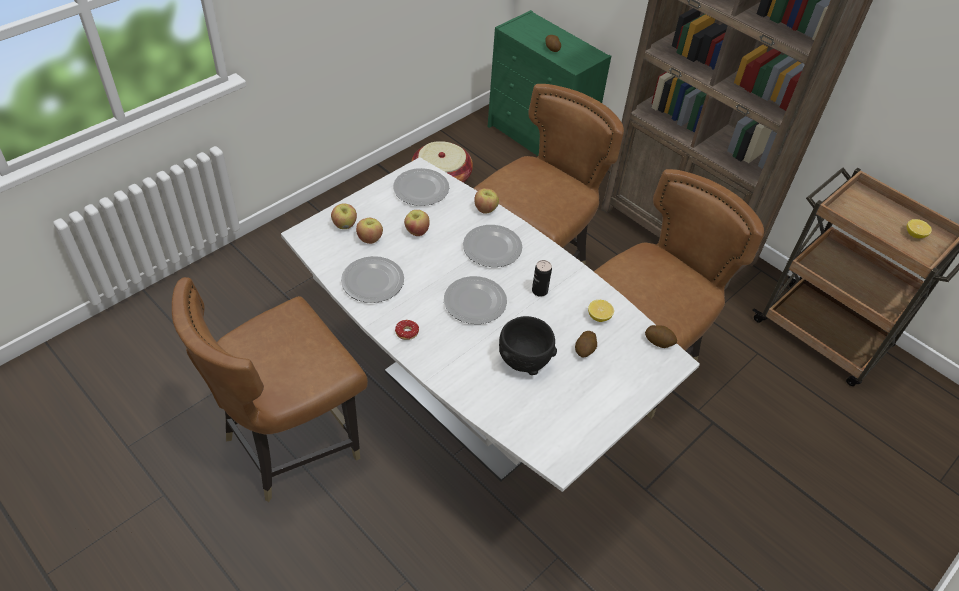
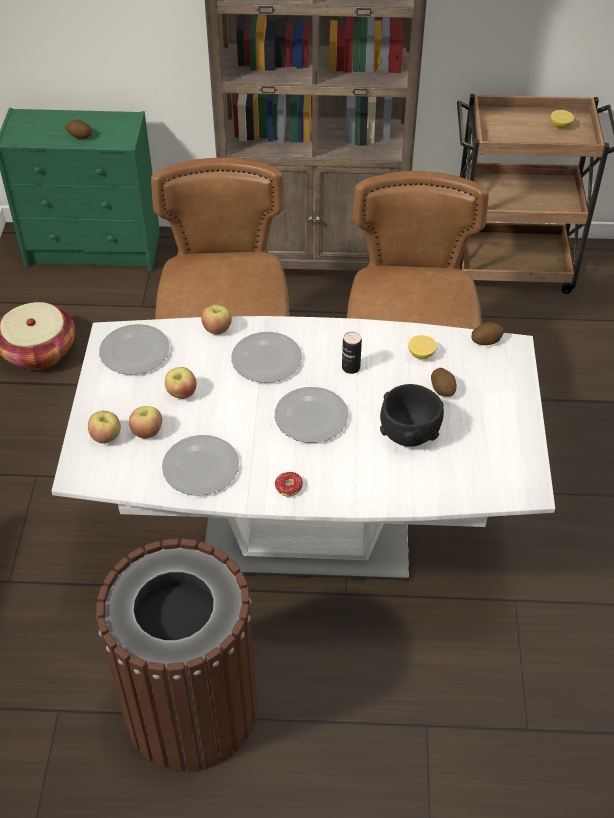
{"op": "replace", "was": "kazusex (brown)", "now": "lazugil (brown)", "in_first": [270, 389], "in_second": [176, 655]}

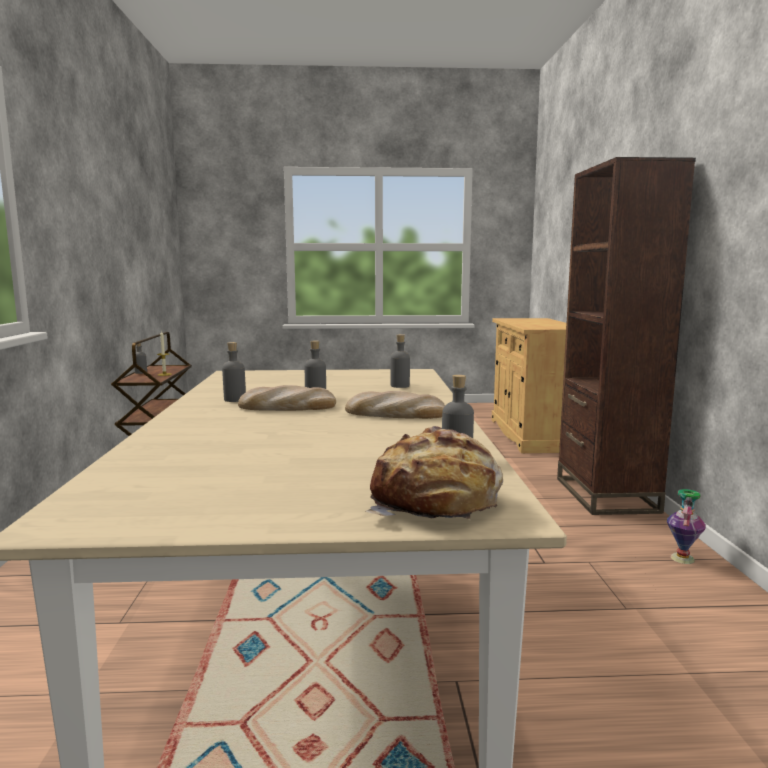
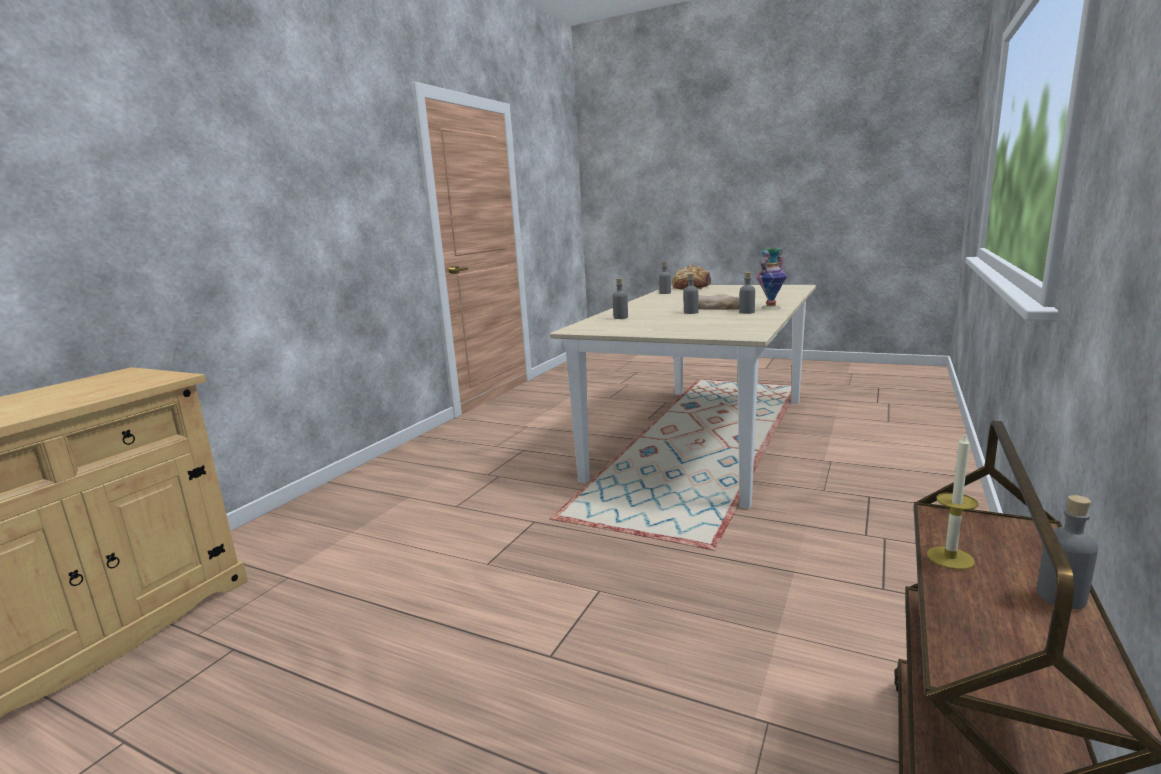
{"op": "delete", "was": "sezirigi", "in_first": [395, 405]}
{"op": "delete", "was": "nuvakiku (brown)", "in_first": [626, 336]}
{"op": "move", "was": "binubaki", "in_first": [686, 526], "in_second": [771, 279]}

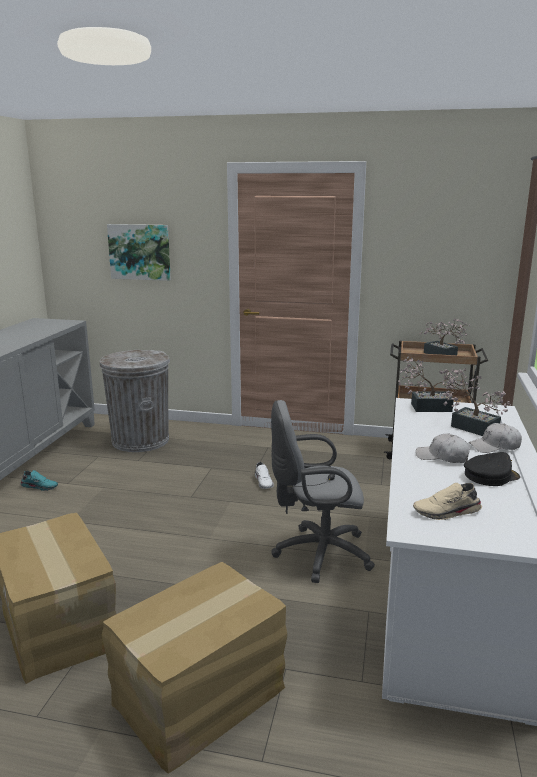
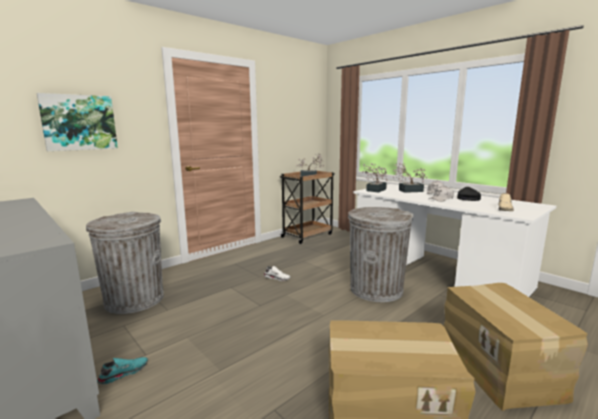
{"op": "replace", "was": "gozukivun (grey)", "now": "lazugil (grey)", "in_first": [323, 491], "in_second": [381, 254]}

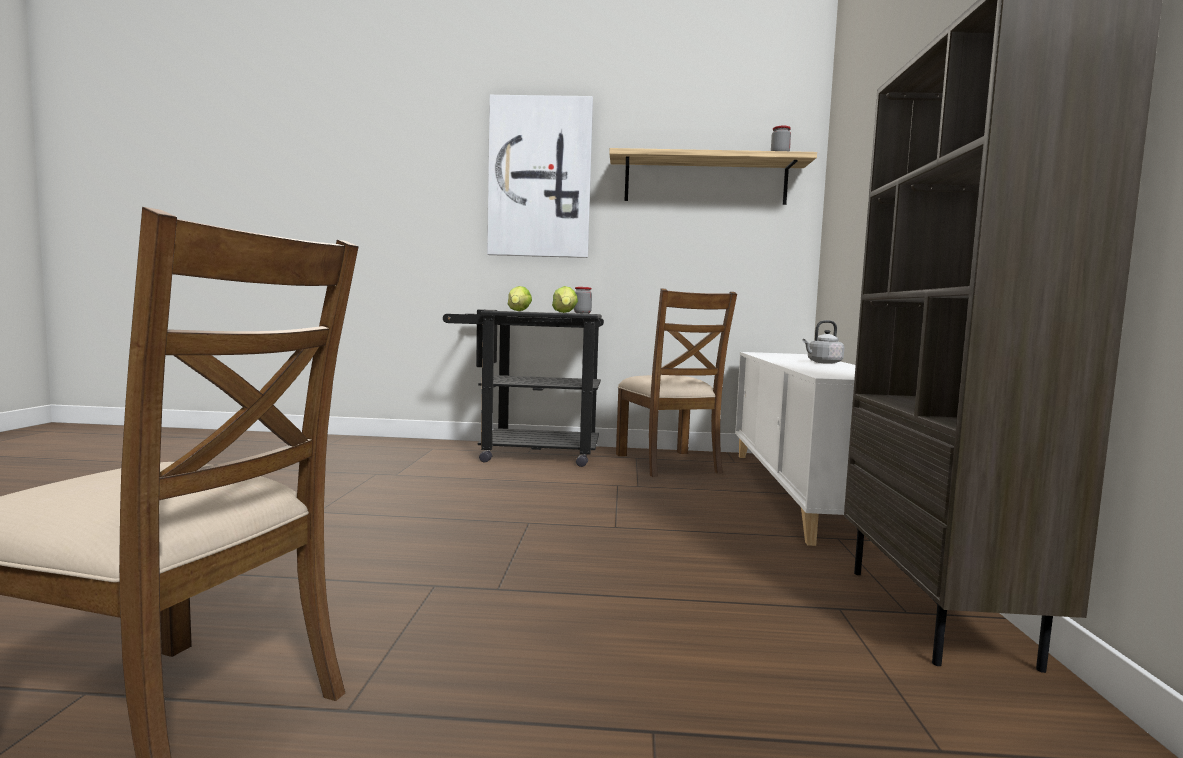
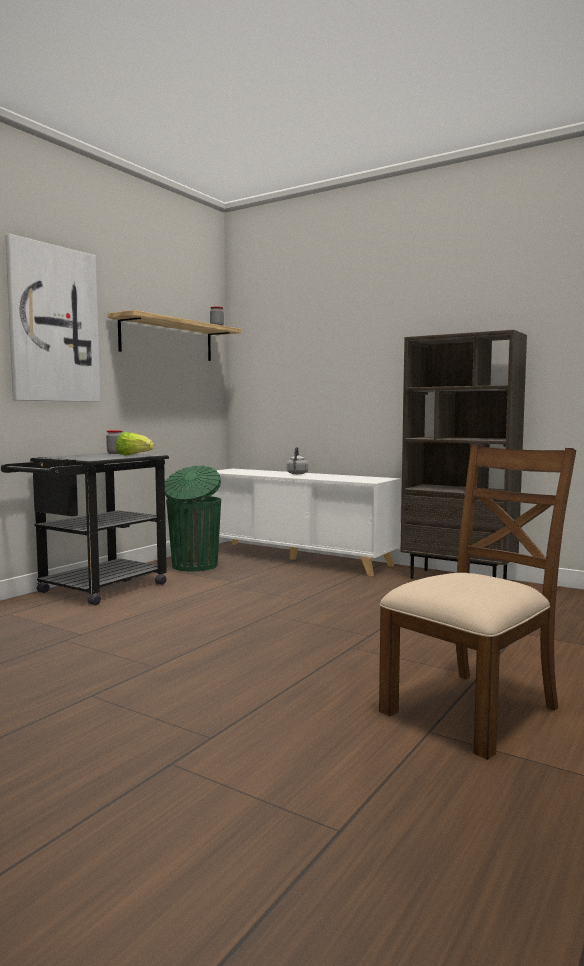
{"op": "delete", "was": "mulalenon", "in_first": [520, 298]}
{"op": "replace", "was": "kazusex (brown)", "now": "lazugil (green)", "in_first": [676, 383], "in_second": [193, 518]}

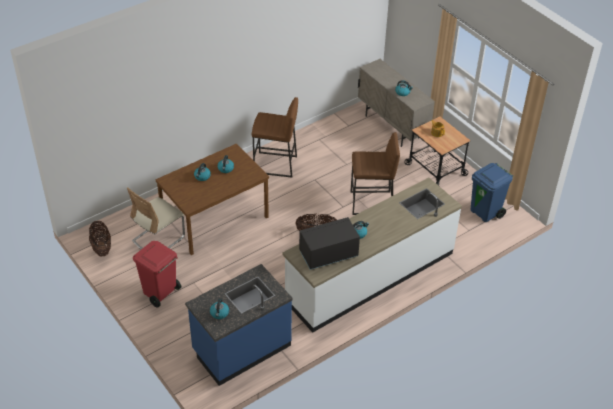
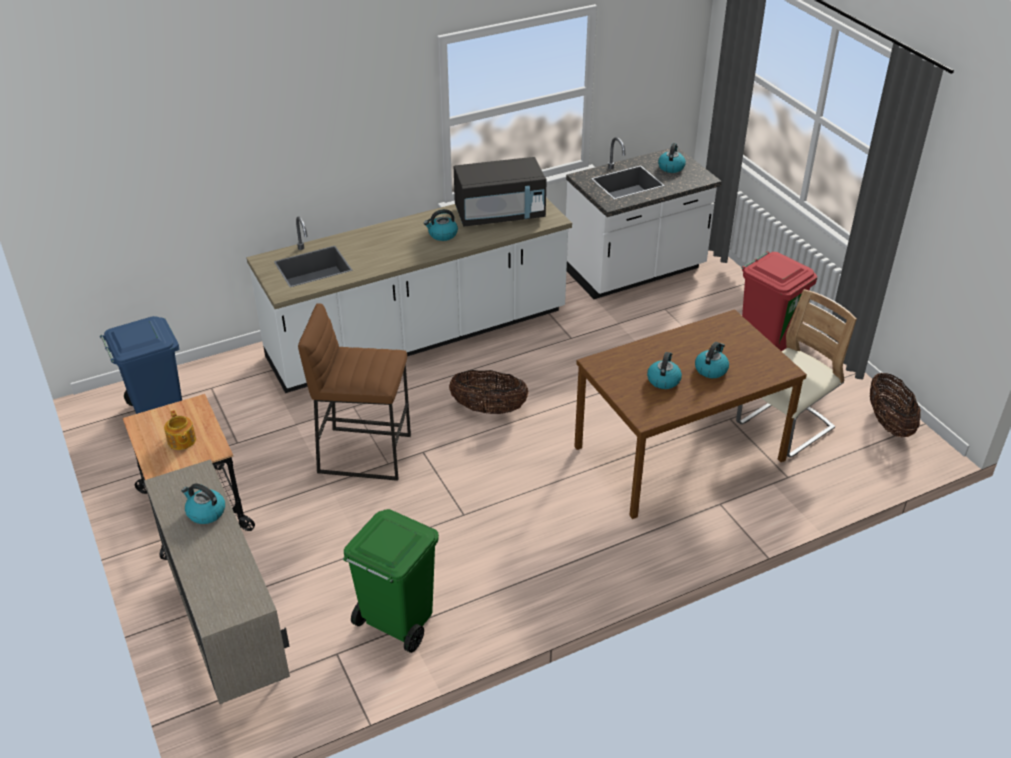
{"op": "recolor", "was": "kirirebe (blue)", "now": "kirirebe (white)", "in_first": [239, 325], "in_second": [644, 218]}
{"op": "delete", "was": "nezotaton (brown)", "in_first": [274, 137]}
{"op": "insert", "now": "lazugil (green)", "in_second": [391, 581]}

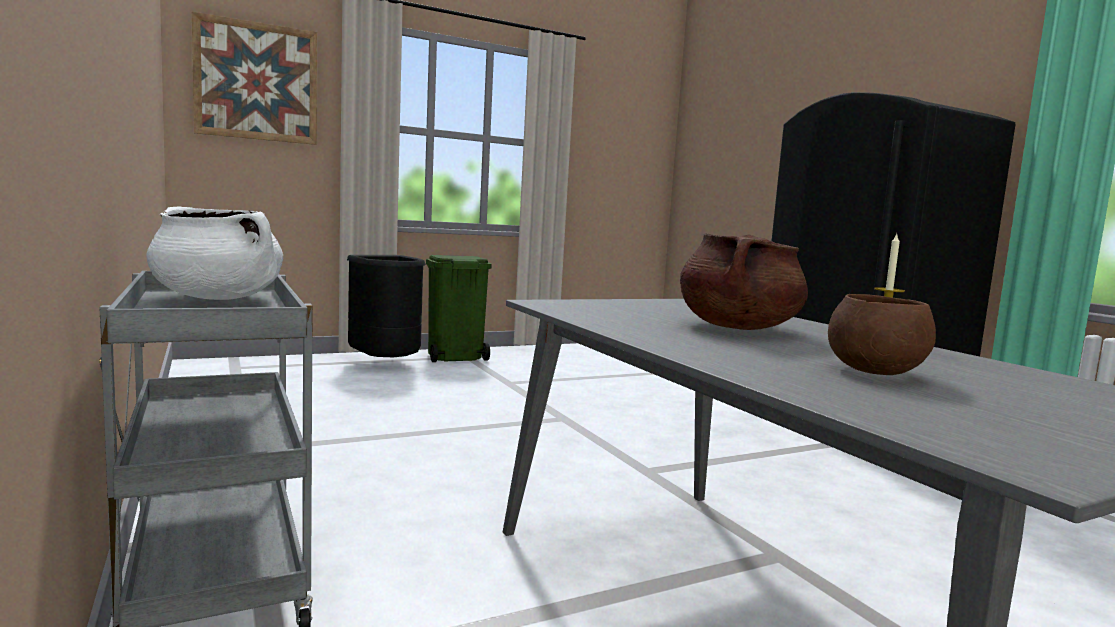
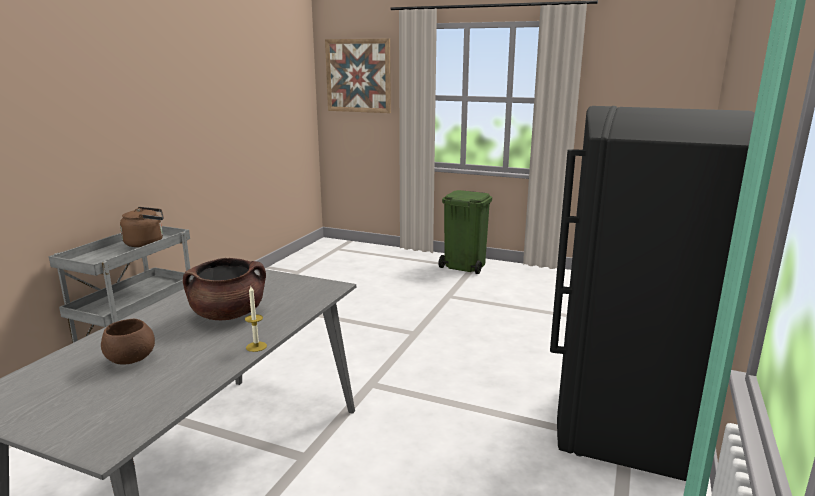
{"op": "replace", "was": "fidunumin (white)", "now": "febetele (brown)", "in_first": [214, 253], "in_second": [142, 227]}
{"op": "delete", "was": "lazugil (black)", "in_first": [386, 306]}

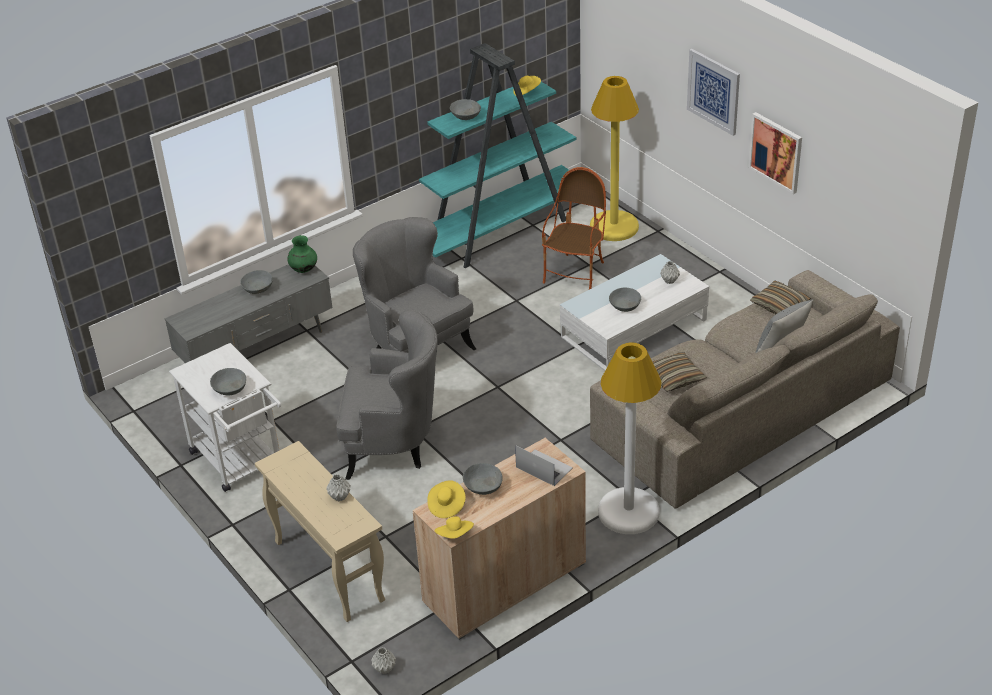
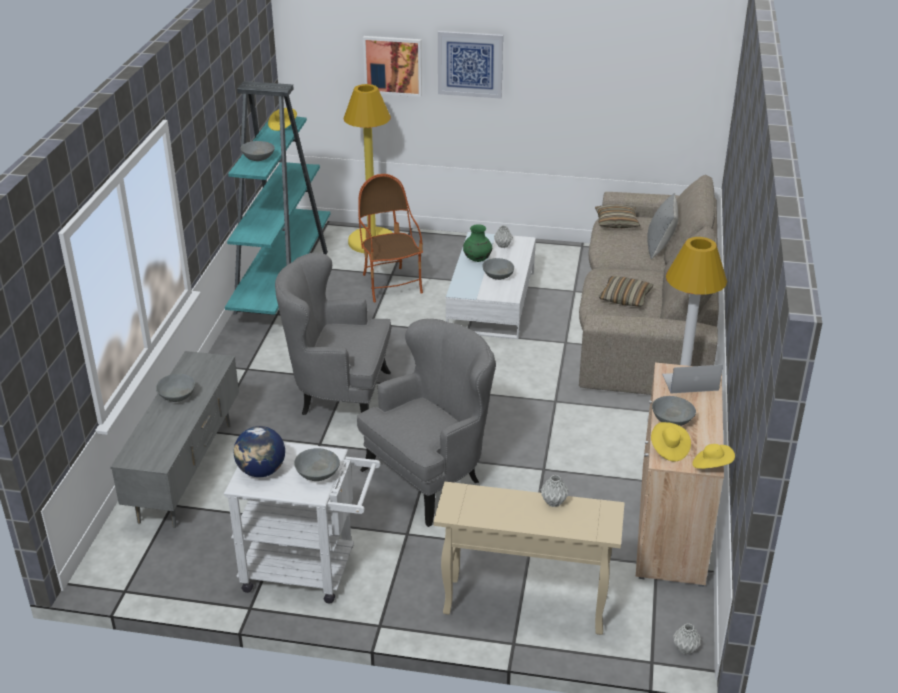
{"op": "move", "was": "binubaki (green)", "in_first": [302, 254], "in_second": [477, 243]}
{"op": "move", "was": "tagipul", "in_first": [775, 153], "in_second": [392, 66]}
{"op": "insert", "now": "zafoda", "in_second": [259, 451]}

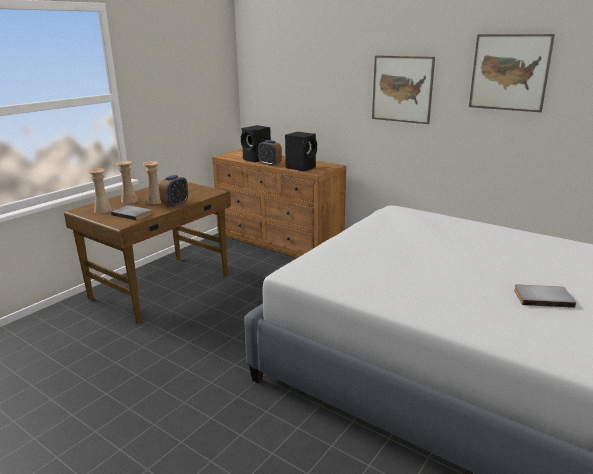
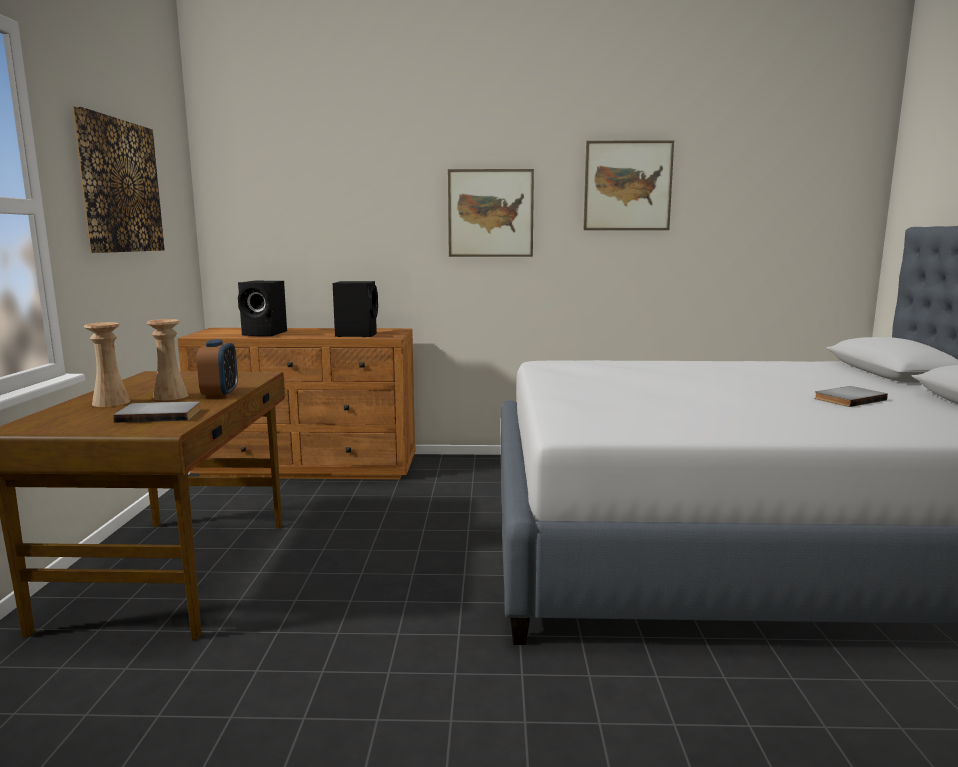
{"op": "delete", "was": "binubaki (beige)", "in_first": [100, 191]}
{"op": "delete", "was": "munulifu", "in_first": [270, 153]}
{"op": "insert", "now": "tagipul", "in_second": [118, 180]}

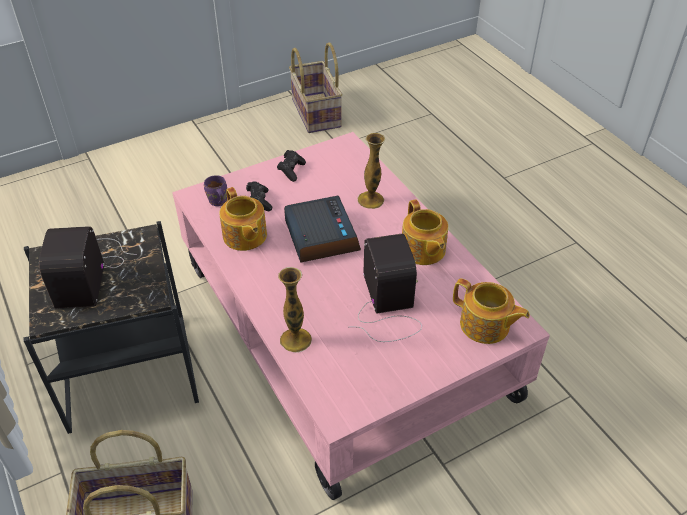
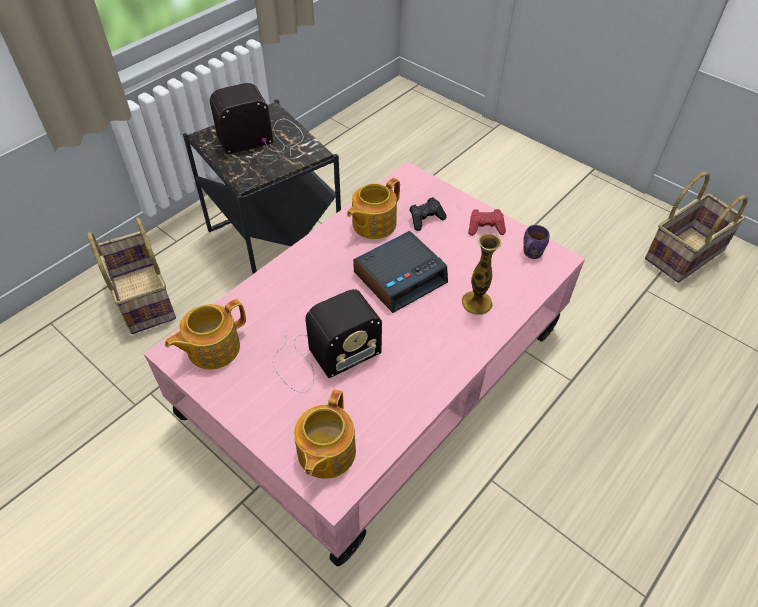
{"op": "move", "was": "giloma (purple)", "in_first": [215, 190], "in_second": [536, 242]}
{"op": "recolor", "was": "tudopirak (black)", "now": "tudopirak (red)", "in_first": [291, 166], "in_second": [487, 222]}
{"op": "delete", "was": "binubaki", "in_first": [295, 309]}
{"op": "move", "was": "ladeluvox", "in_first": [425, 232], "in_second": [205, 334]}

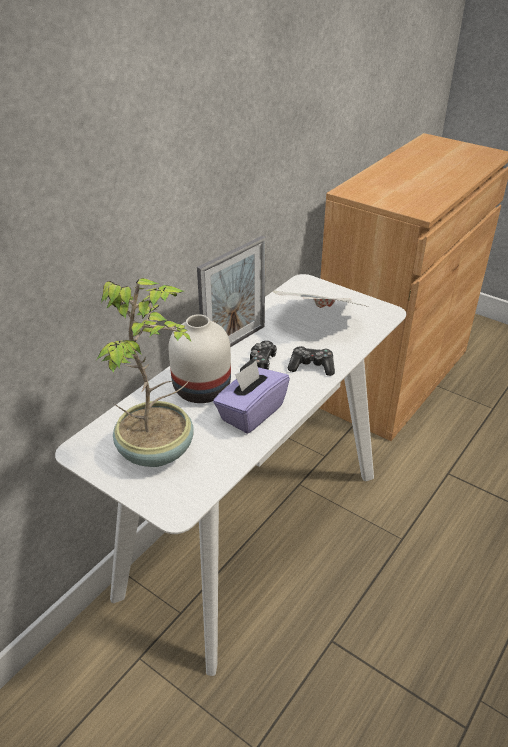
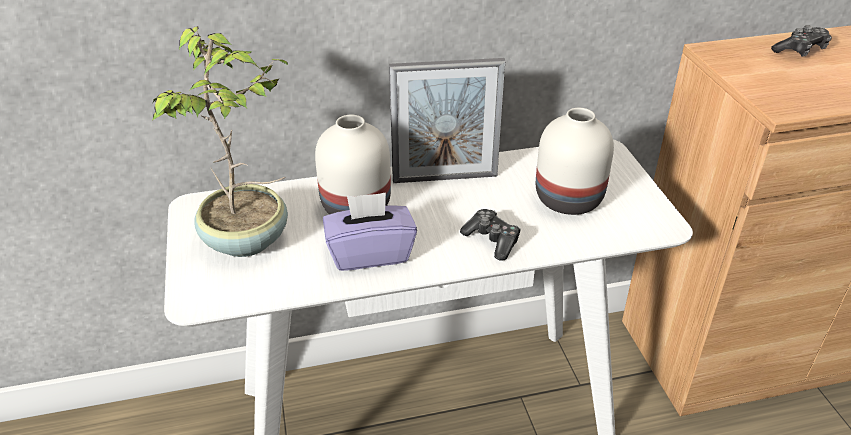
{"op": "move", "was": "tudopirak", "in_first": [258, 356], "in_second": [801, 41]}
{"op": "replace", "was": "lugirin", "now": "binubaki (white)", "in_first": [320, 299], "in_second": [575, 161]}

